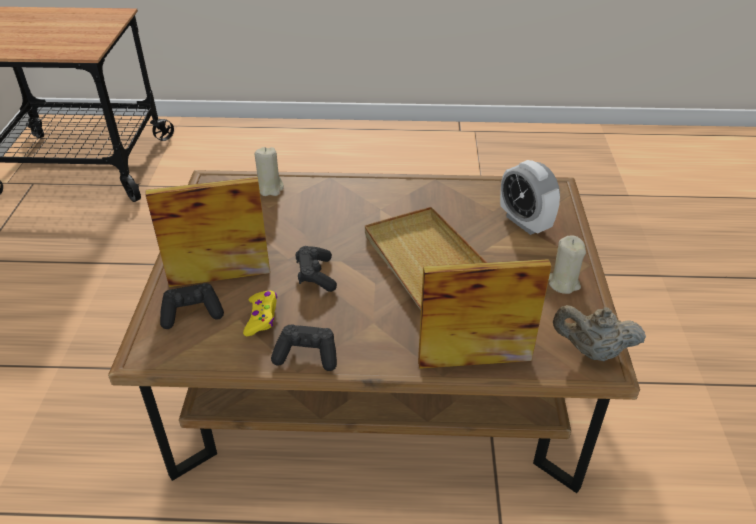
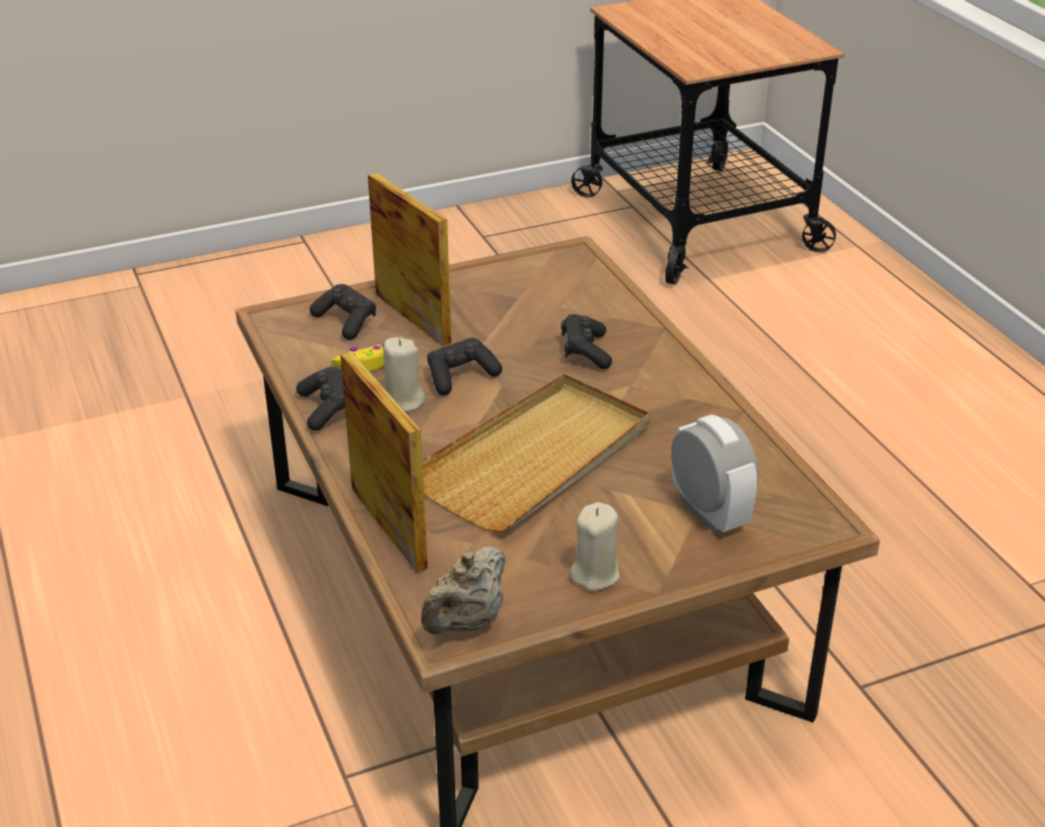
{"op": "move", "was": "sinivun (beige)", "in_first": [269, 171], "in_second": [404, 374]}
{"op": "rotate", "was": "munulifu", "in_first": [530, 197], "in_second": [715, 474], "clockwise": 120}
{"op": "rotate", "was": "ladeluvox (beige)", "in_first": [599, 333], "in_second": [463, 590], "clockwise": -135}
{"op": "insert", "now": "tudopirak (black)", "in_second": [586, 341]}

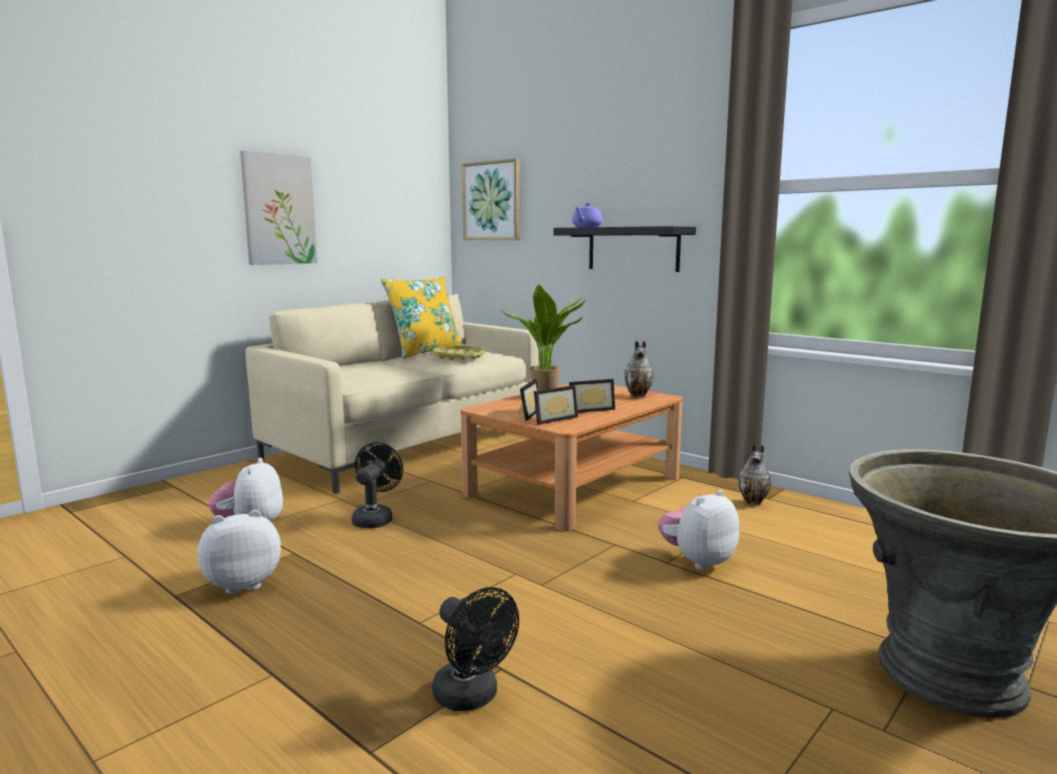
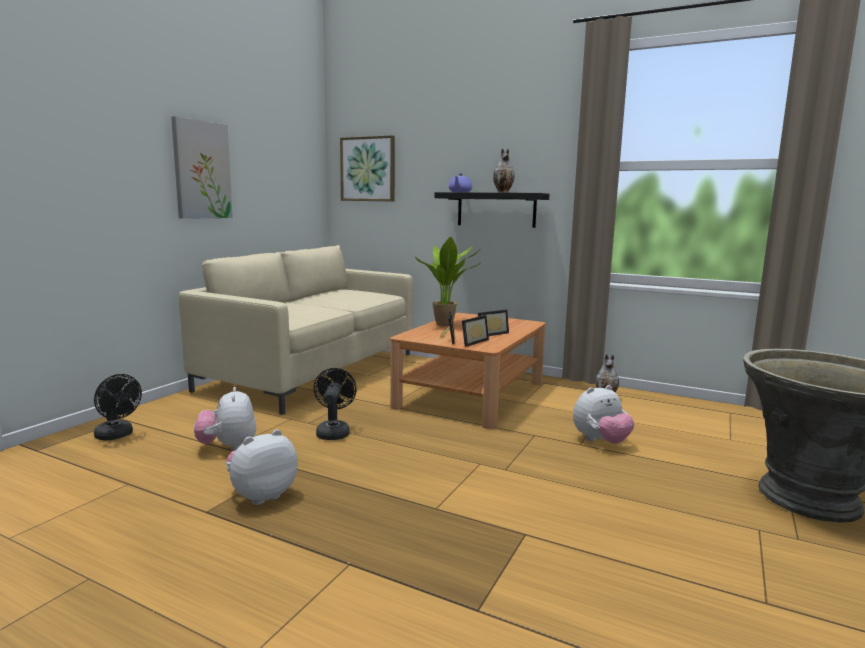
{"op": "delete", "was": "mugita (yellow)", "in_first": [422, 317]}
{"op": "move", "was": "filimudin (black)", "in_first": [475, 649], "in_second": [118, 407]}
{"op": "delete", "was": "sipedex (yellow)", "in_first": [459, 352]}
{"op": "move", "was": "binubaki", "in_first": [638, 369], "in_second": [503, 170]}
{"op": "rotate", "was": "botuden", "in_first": [699, 530], "in_second": [603, 414], "clockwise": -150}

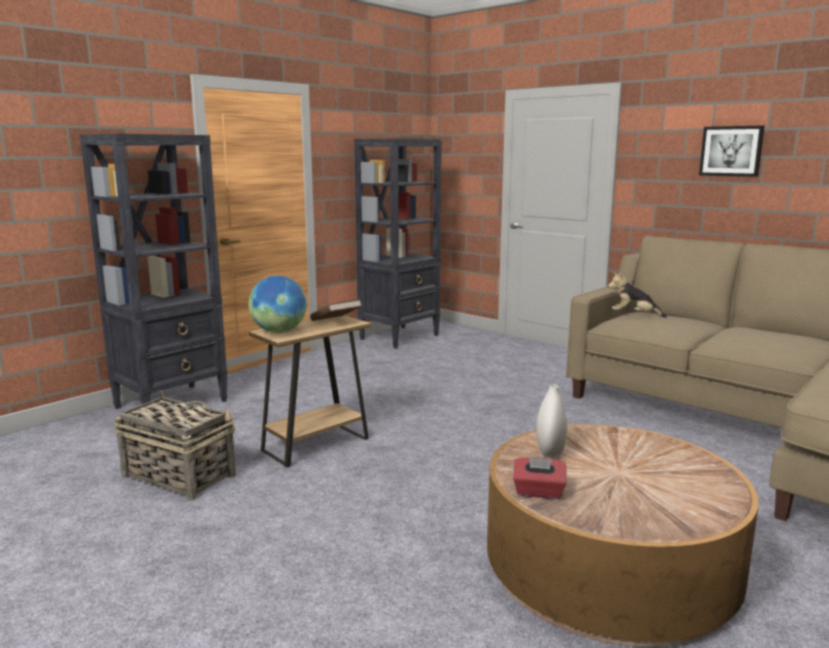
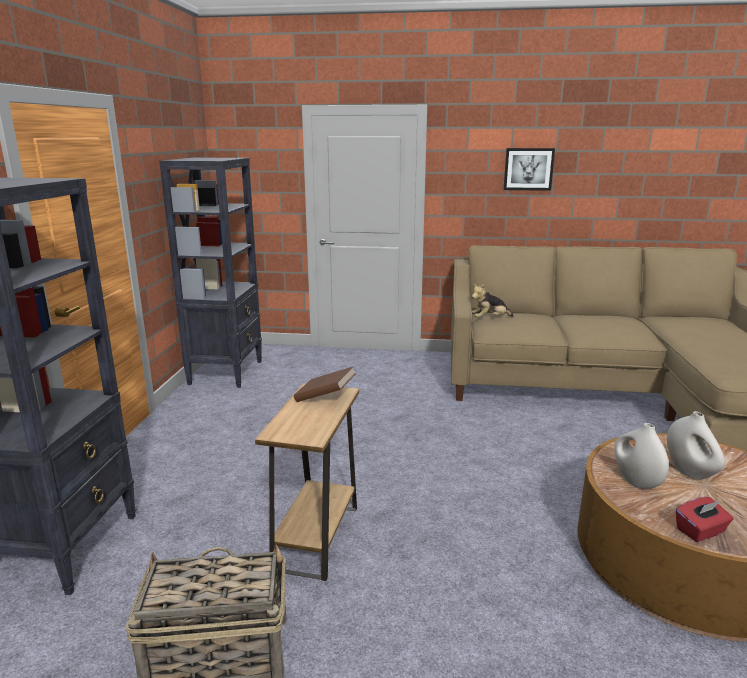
{"op": "delete", "was": "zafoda", "in_first": [278, 304]}
{"op": "insert", "now": "binubaki (white)", "in_second": [696, 445]}

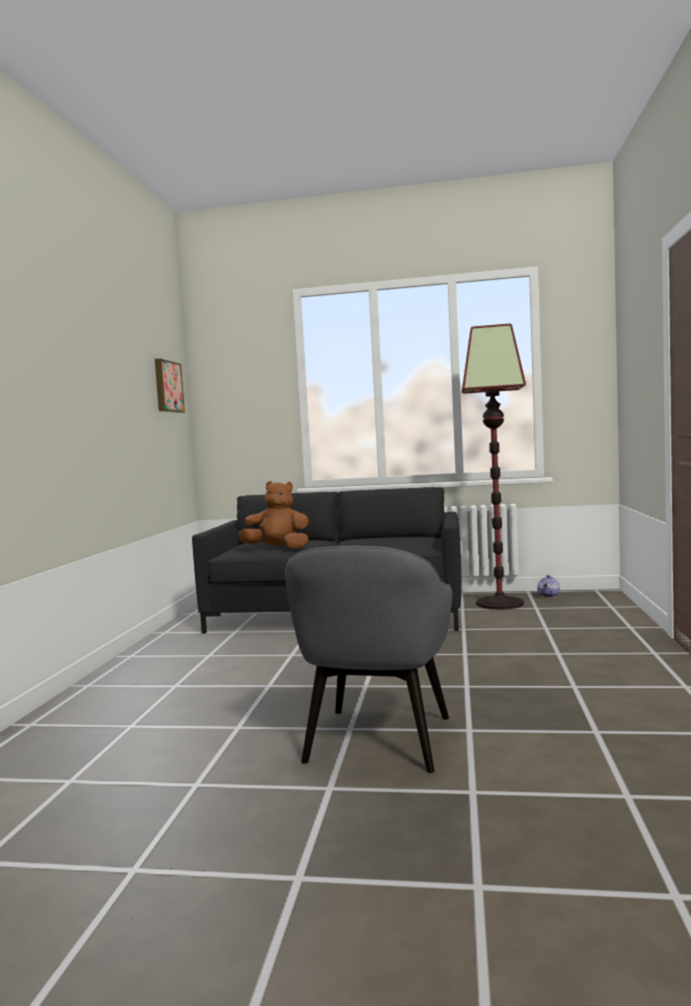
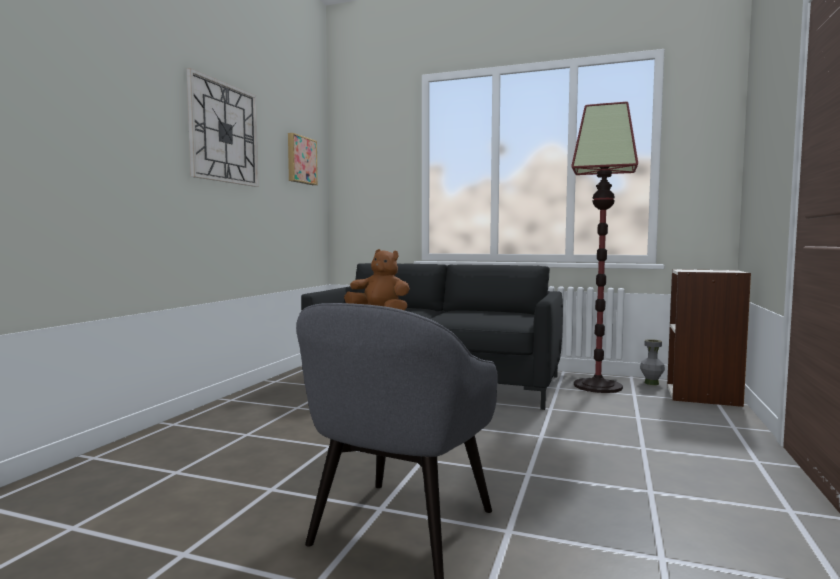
{"op": "replace", "was": "ladeluvox", "now": "binubaki (grey)", "in_first": [548, 586], "in_second": [652, 362]}
{"op": "insert", "now": "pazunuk", "in_second": [223, 127]}
{"op": "insert", "now": "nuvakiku", "in_second": [709, 338]}

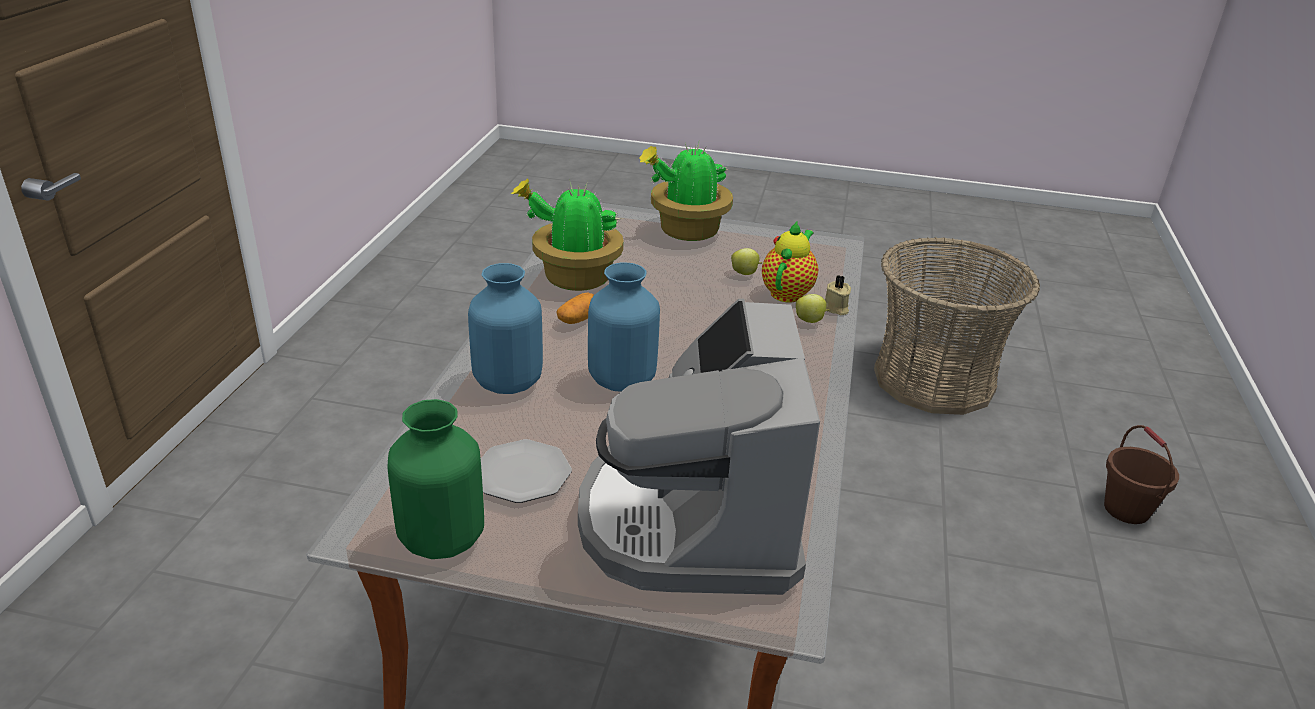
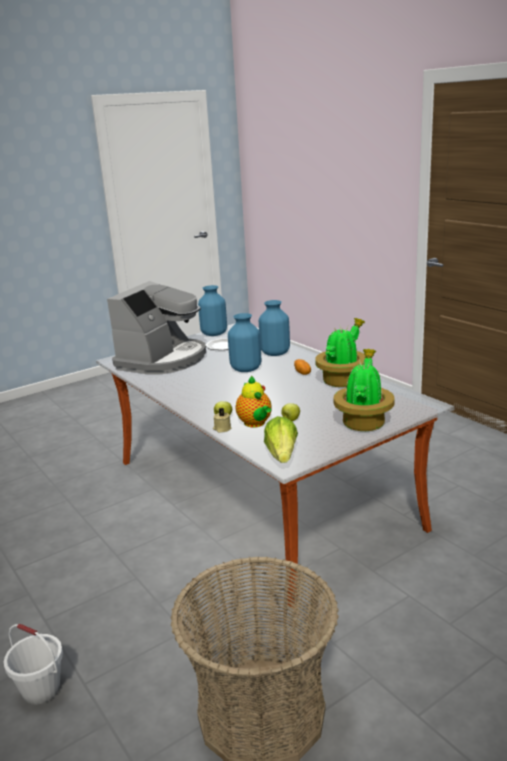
{"op": "recolor", "was": "binubaki (green)", "now": "binubaki (blue)", "in_first": [435, 479], "in_second": [212, 310]}
{"op": "rotate", "was": "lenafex", "in_first": [699, 447], "in_second": [156, 327], "clockwise": 75}
{"op": "recolor", "was": "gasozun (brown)", "now": "gasozun (white)", "in_first": [1141, 474], "in_second": [33, 664]}
{"op": "insert", "now": "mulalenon", "in_second": [281, 439]}

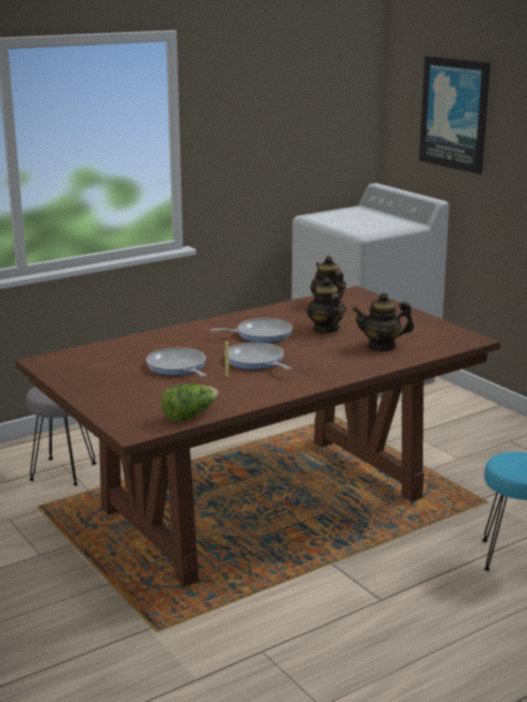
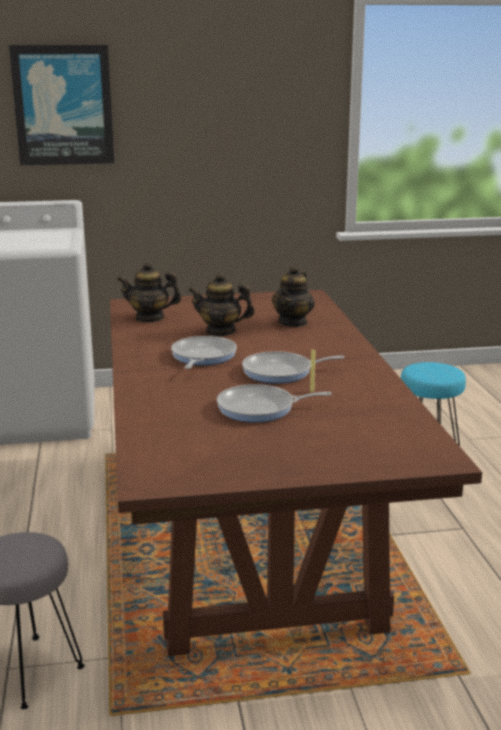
{"op": "delete", "was": "mulalenon", "in_first": [189, 403]}

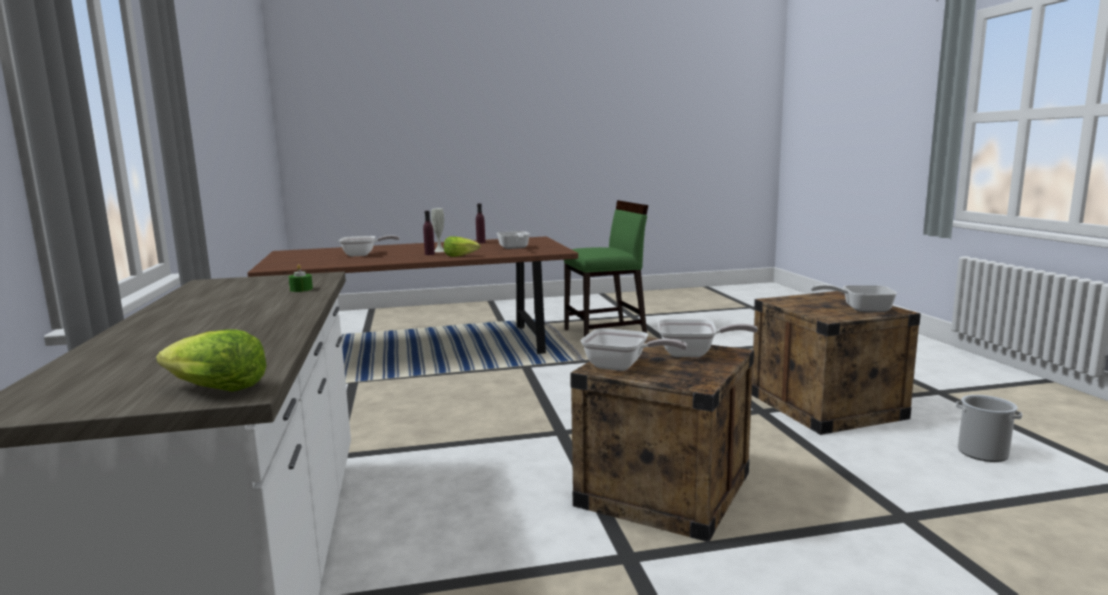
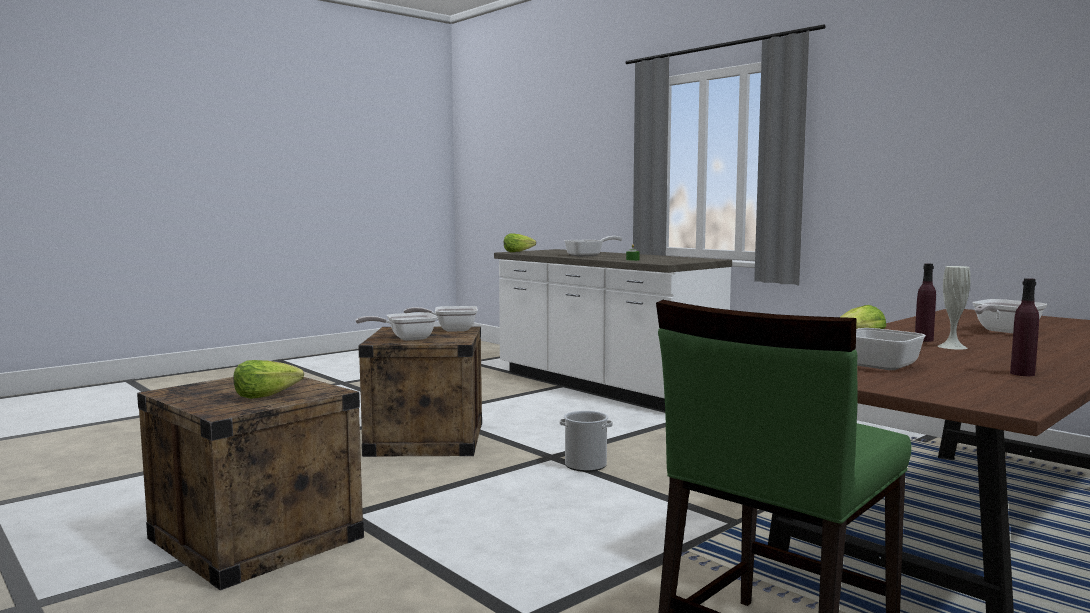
{"op": "move", "was": "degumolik", "in_first": [854, 298], "in_second": [593, 246]}
{"op": "move", "was": "gasozun", "in_first": [988, 428], "in_second": [586, 441]}
{"op": "insert", "now": "mulalenon", "in_second": [268, 379]}

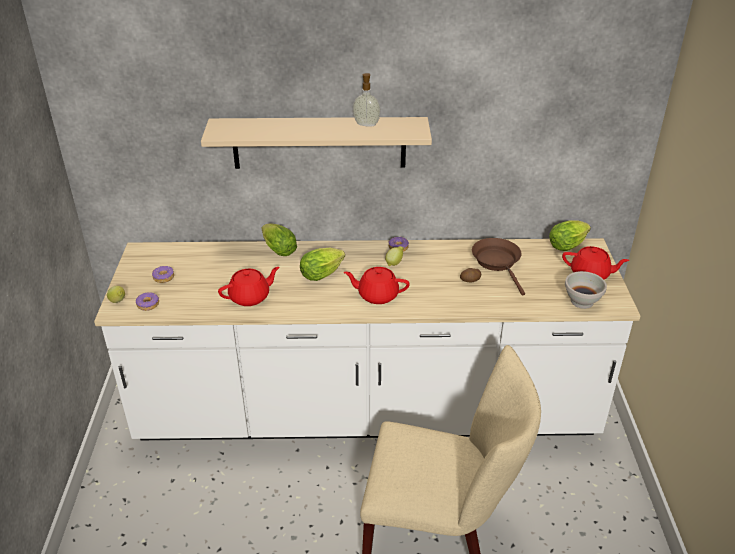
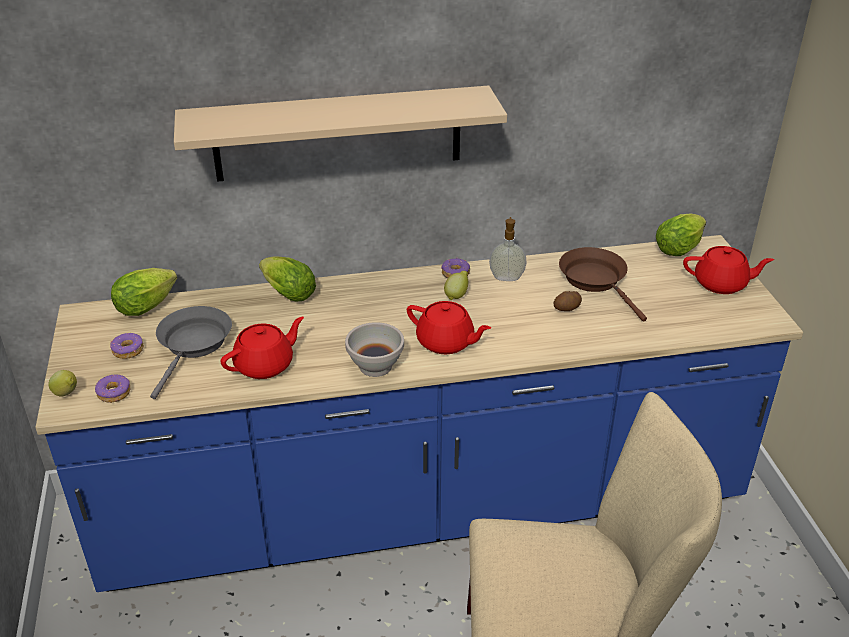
{"op": "recolor", "was": "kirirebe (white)", "now": "kirirebe (blue)", "in_first": [367, 339], "in_second": [419, 413]}
{"op": "move", "was": "mulalenon", "in_first": [322, 264], "in_second": [144, 292]}
{"op": "rotate", "was": "ladeluvox (red)", "in_first": [377, 285], "in_second": [449, 327], "clockwise": -150}
{"op": "move", "was": "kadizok", "in_first": [366, 100], "in_second": [508, 249]}
{"op": "move", "was": "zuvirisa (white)", "in_first": [586, 290], "in_second": [374, 349]}
{"op": "insert", "now": "degumolik (grey)", "in_second": [191, 352]}

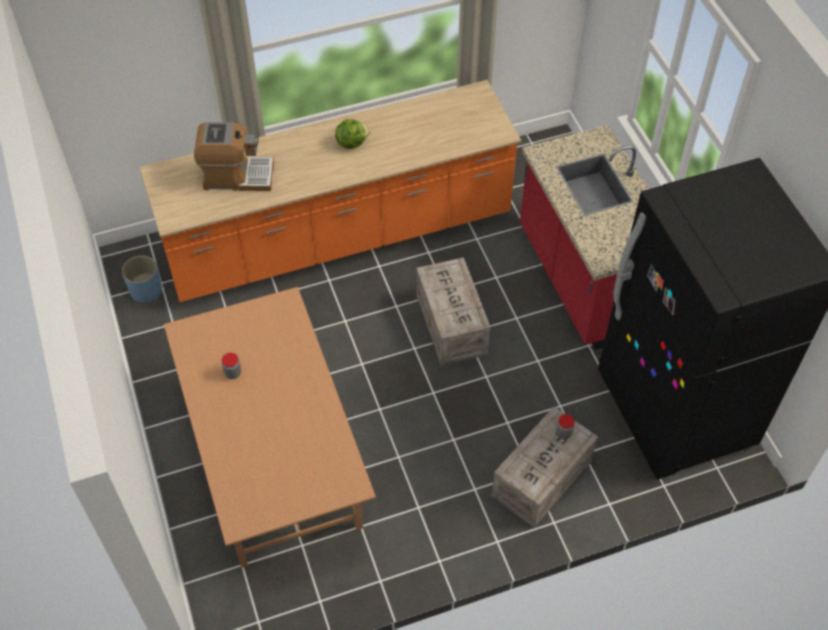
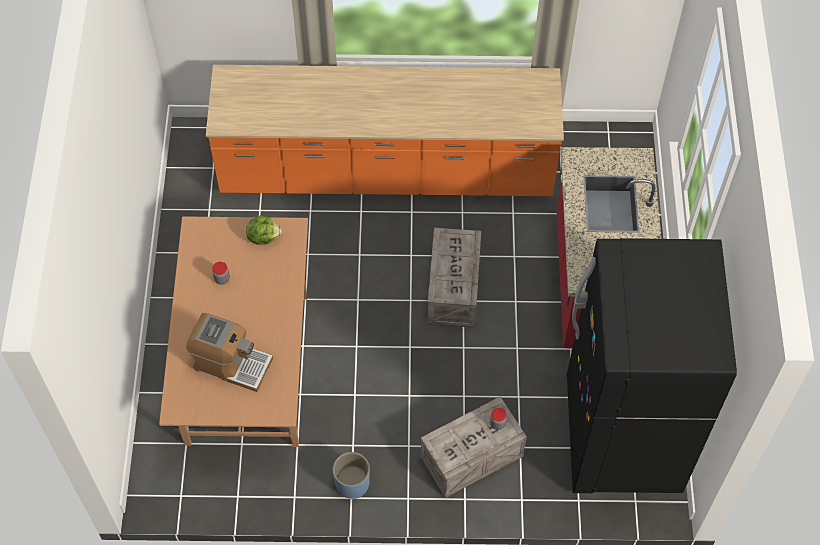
{"op": "move", "was": "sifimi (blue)", "in_first": [142, 279], "in_second": [351, 475]}
{"op": "move", "was": "lenafex", "in_first": [234, 156], "in_second": [229, 352]}
{"op": "move", "was": "mulalenon", "in_first": [352, 134], "in_second": [264, 230]}

